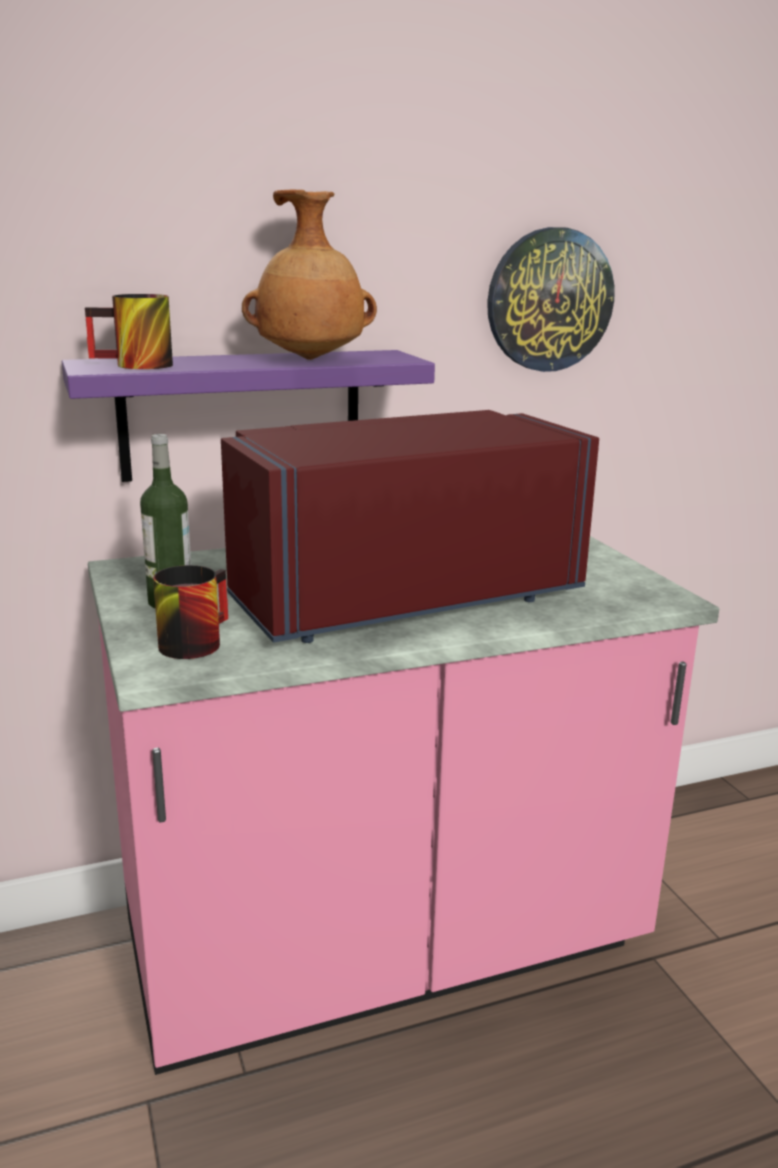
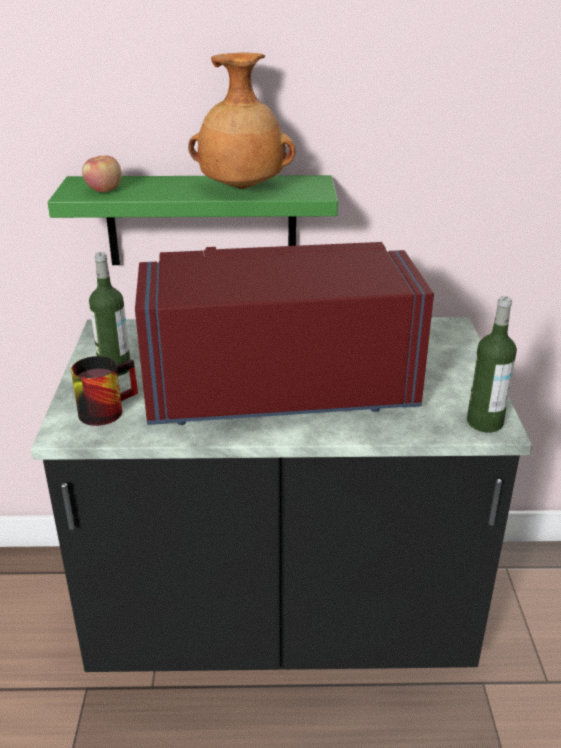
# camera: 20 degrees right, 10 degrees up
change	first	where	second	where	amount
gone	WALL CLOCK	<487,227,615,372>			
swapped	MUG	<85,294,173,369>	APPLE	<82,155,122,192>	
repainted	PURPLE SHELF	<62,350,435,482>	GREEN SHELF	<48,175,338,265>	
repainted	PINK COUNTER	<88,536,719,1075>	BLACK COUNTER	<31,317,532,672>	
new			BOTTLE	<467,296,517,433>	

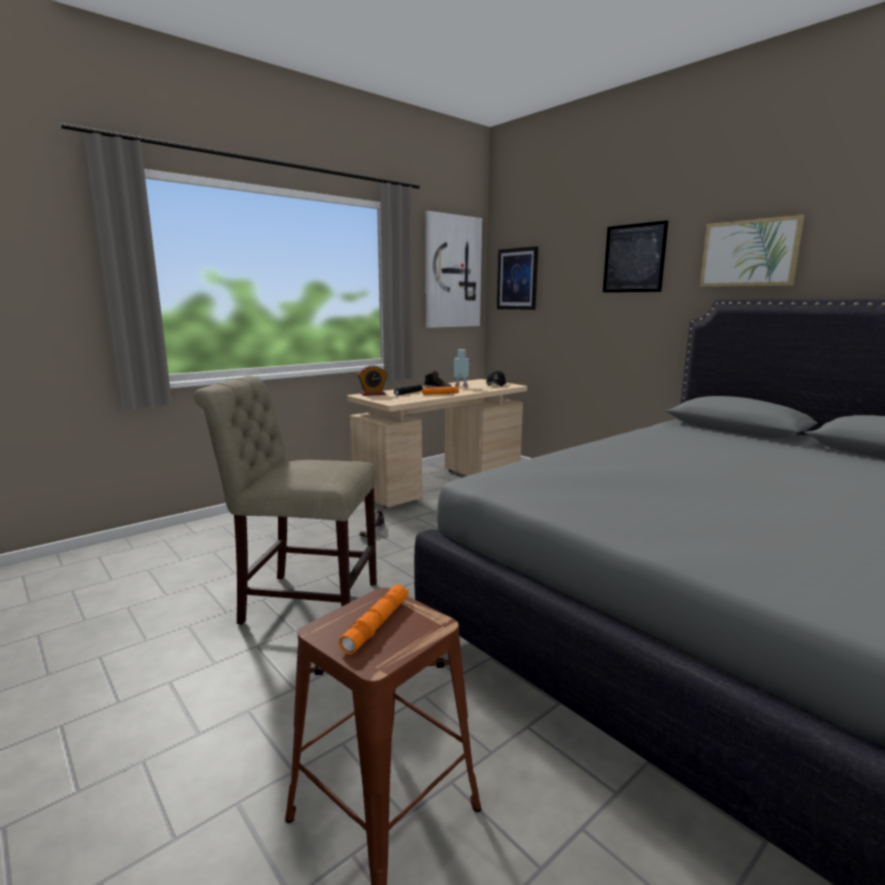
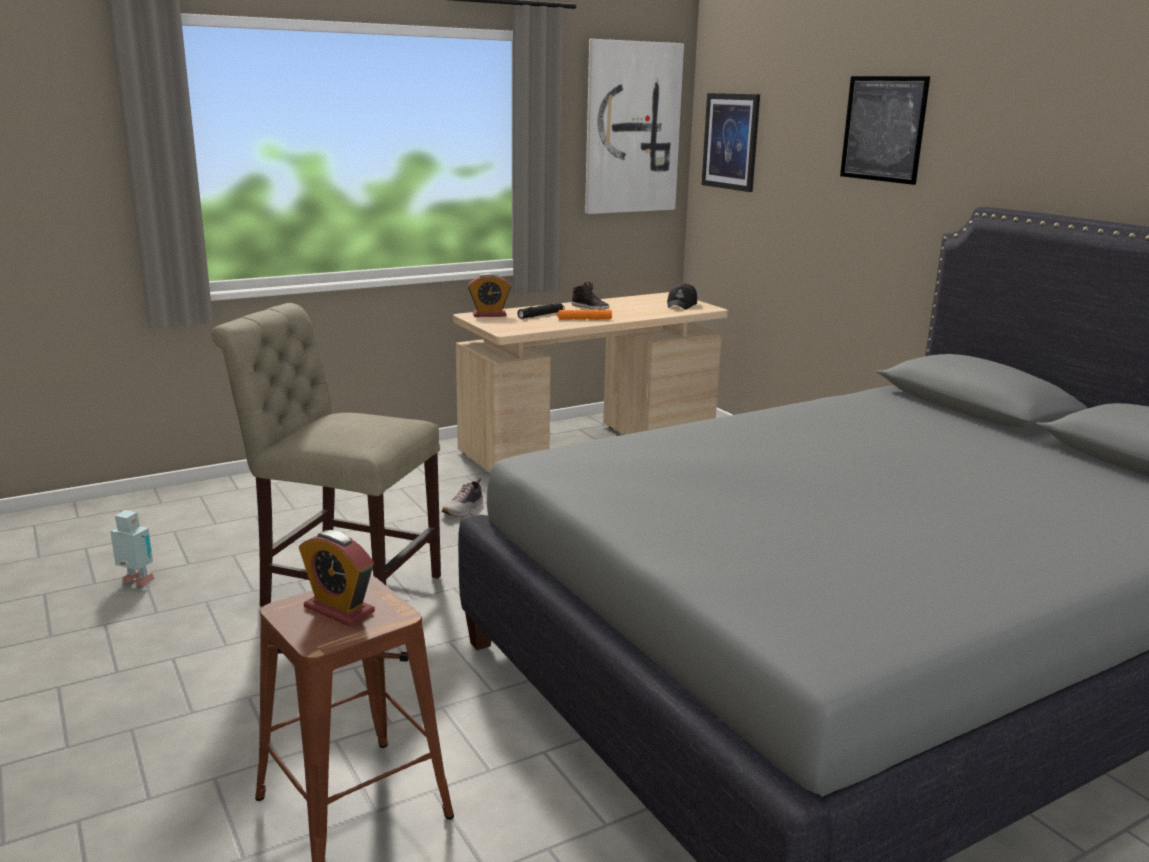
# camera: 10 degrees right, 5 degrees up
change	first	where	second	where	amount
gone	PICTURE	<700,215,805,287>			
shifted	TOY ROBOT	<451,349,473,387>		<110,510,155,586>	
swapped	ORANGE FLASHLIGHT	<339,585,409,655>	ALARM CLOCK	<299,530,375,626>	

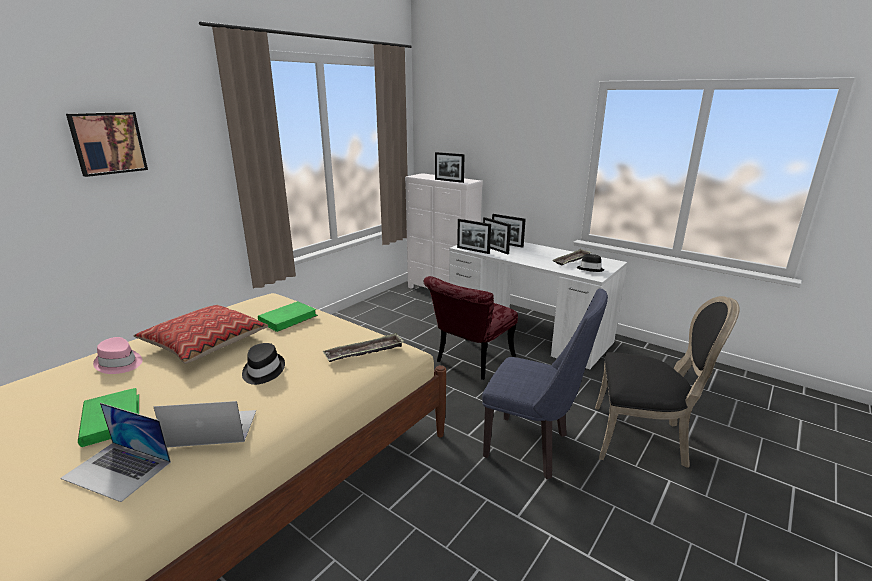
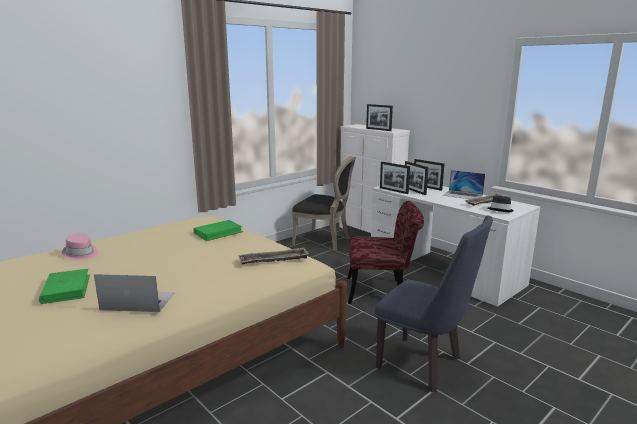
# camera: 10 degrees right, 5 degrees down
change	first	where	second	where	amount
gone	PICTURE	<66,112,148,177>			
rotated	RED CHAIR	<424,276,518,380>		<347,201,424,304>	135 degrees counterclockwise
shifted	BLACK CHAIR	<595,296,740,468>		<292,156,356,251>	
gone	PILLOW	<134,305,268,364>			
gone	BLACK HAT	<242,343,285,385>			
shifted	LAPTOP	<60,403,171,502>		<443,170,485,199>	

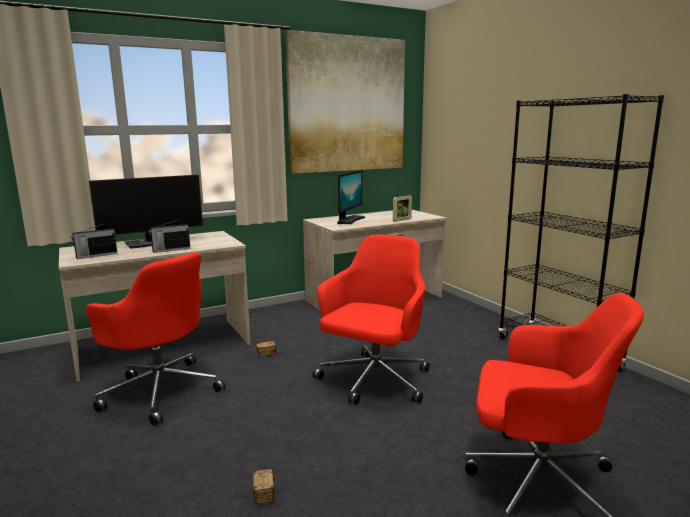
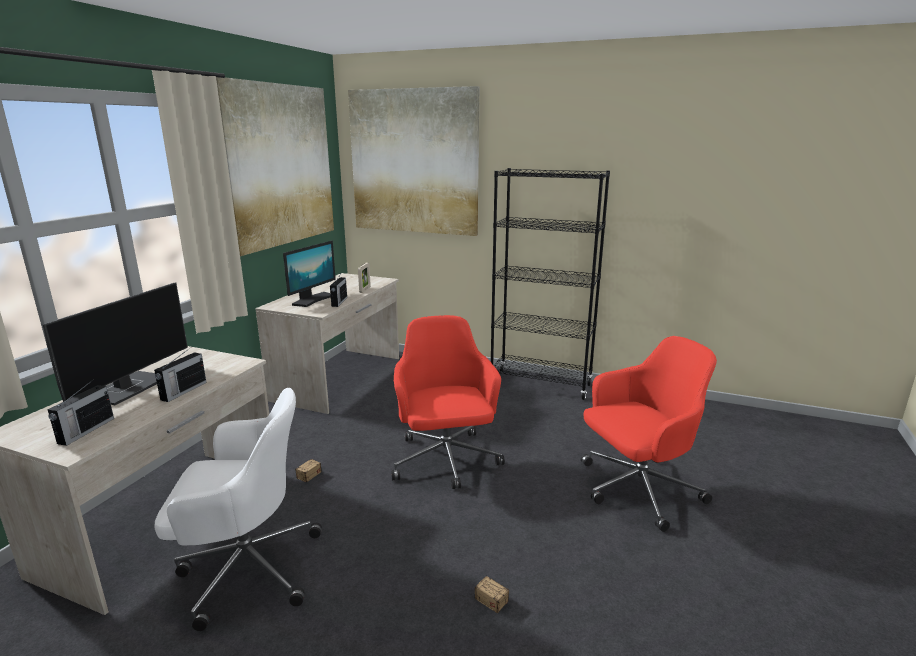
# camera: 40 degrees left, 5 degrees up
change	first	where	second	where	amount
rotated	MONITOR	<337,170,365,224>		<283,241,336,307>	45 degrees clockwise
repainted	RED OFFICE CHAIR	<85,252,225,425>	WHITE OFFICE CHAIR	<154,388,322,631>	
new			PICTURE	<348,86,479,236>	
new			RADIO	<330,274,347,307>	

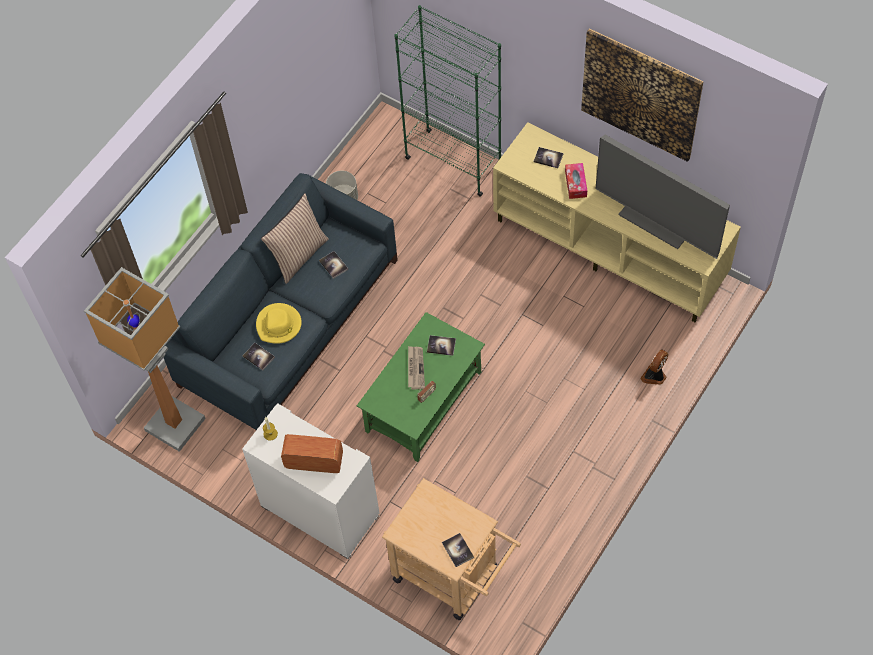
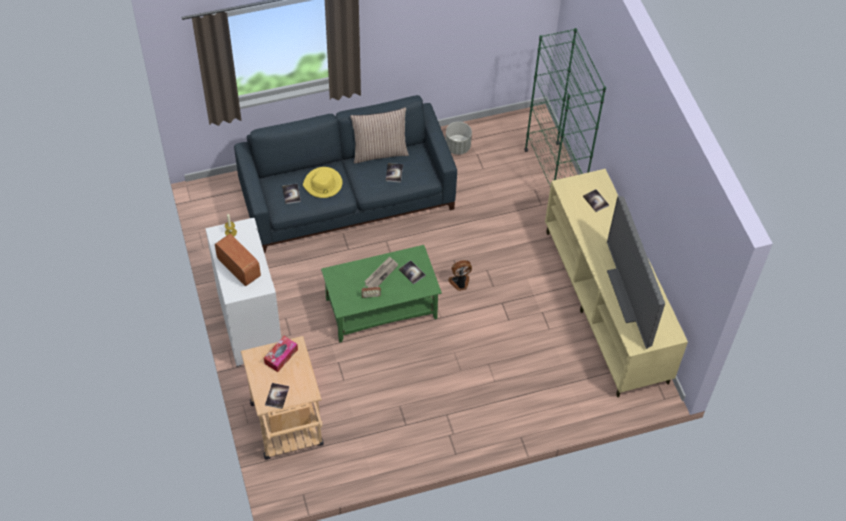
# camera: 35 degrees right, 5 degrees down
change	first	where	second	where	amount
gone	PICTURE	<581,28,704,162>			
shifted	TISSUE BOX	<565,163,587,199>		<264,336,298,372>	
gone	FLOOR LAMP	<84,267,206,452>			
shifted	FAN	<640,349,668,385>		<448,260,472,291>	

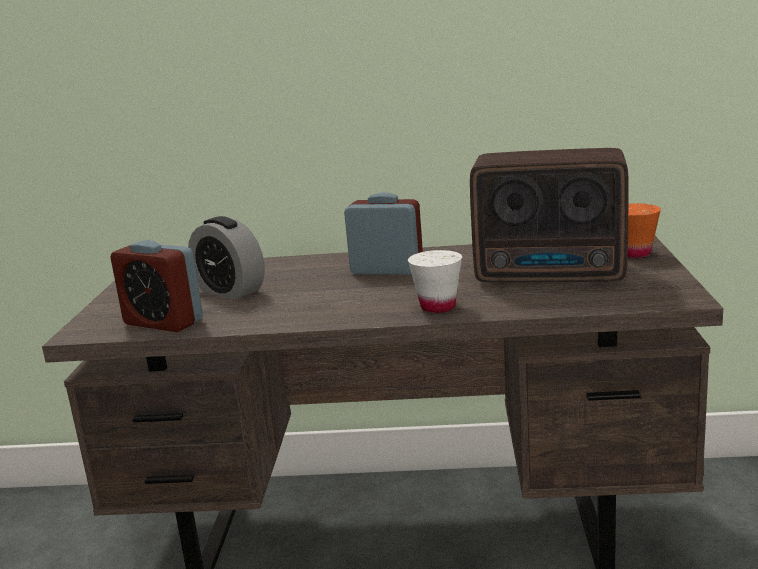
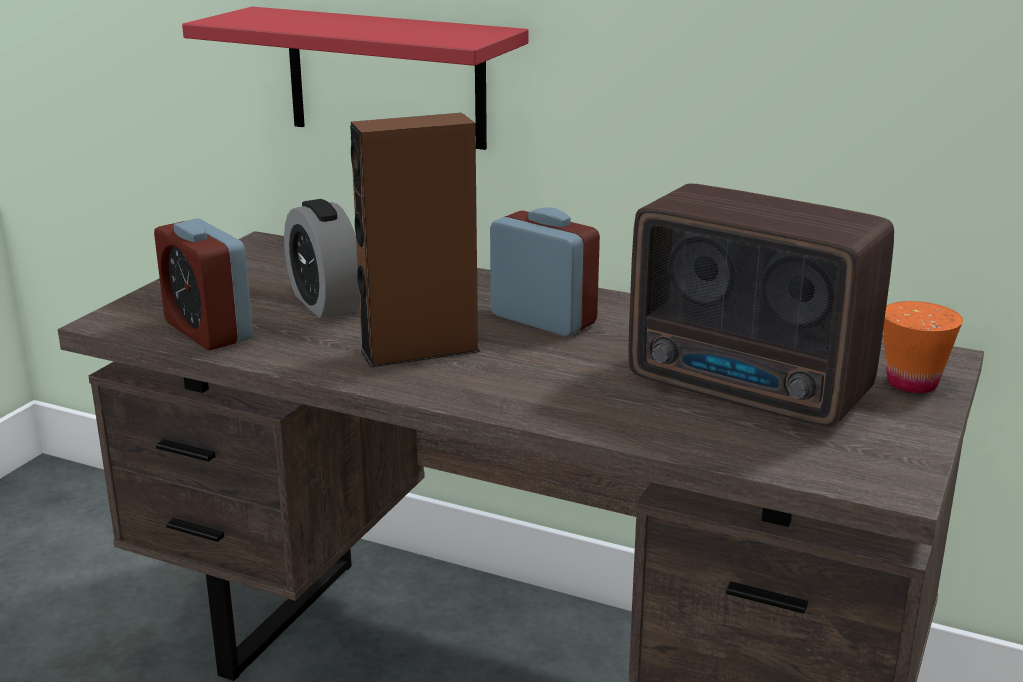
# camera: 20 degrees right, 5 degrees up
change	first	where	second	where	amount
gone	WHITE CUP	<408,250,462,313>			
new			RED SHELF	<182,7,528,150>	
new			BROWN SPEAKER	<350,113,481,368>	

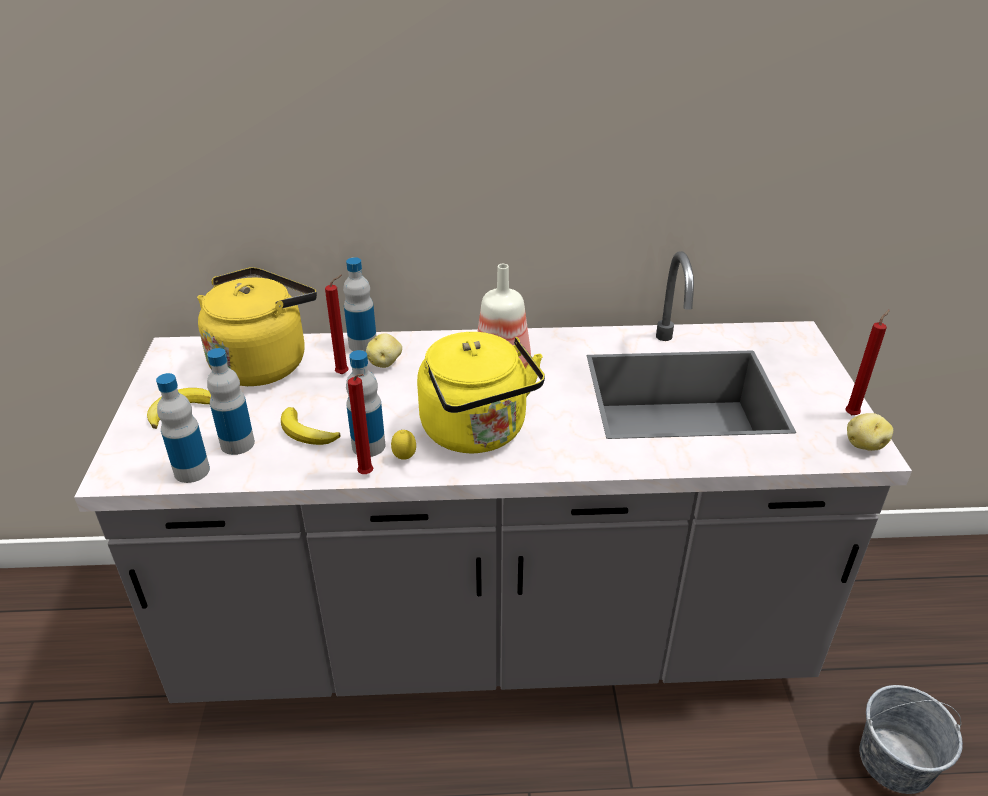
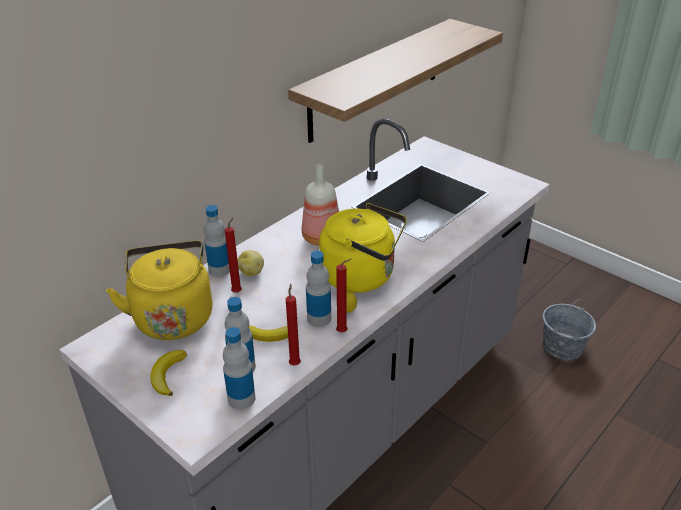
# camera: 45 degrees left, 0 degrees up
change	first	where	second	where	amount
shifted	RED CANDLE	<845,310,890,416>		<286,284,301,365>	
gone	POTATO	<847,413,893,451>			
new			SHELF	<288,19,503,143>	

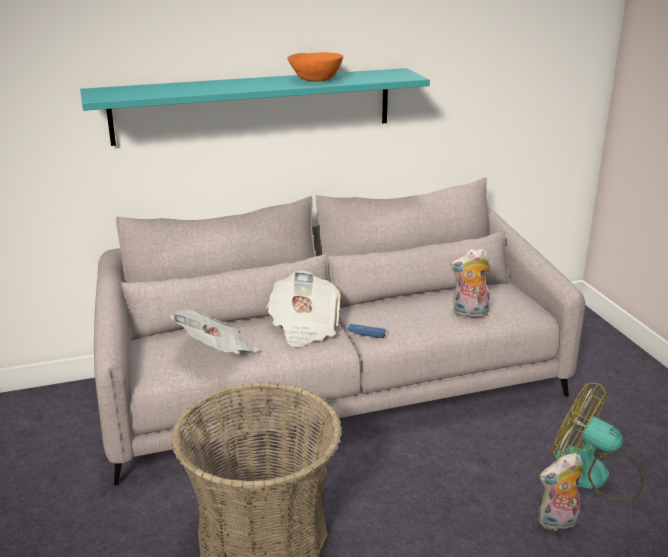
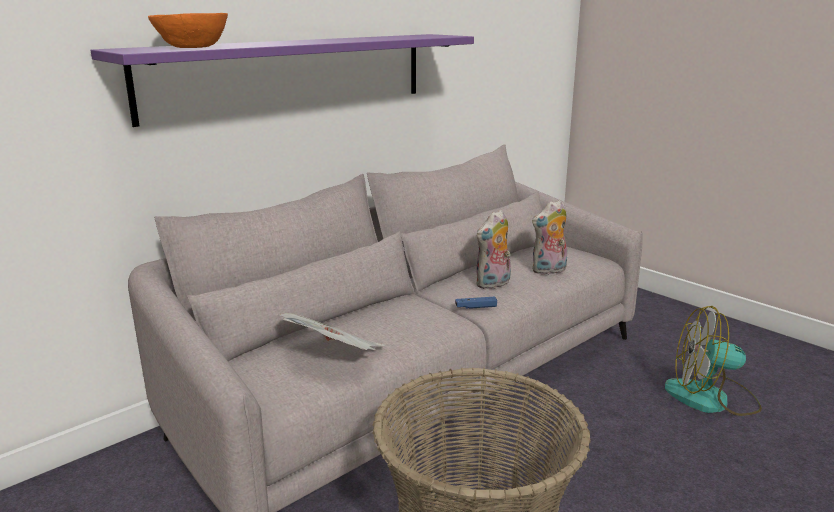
# camera: 25 degrees left, 5 degrees down
change	first	where	second	where	amount
shifted	ORANGE BOWL	<288,52,343,82>		<148,13,228,48>	
repainted	TURQUOISE SHELF	<80,68,430,146>	PURPLE SHELF	<90,34,474,127>	
gone	NEWSPAPER	<267,271,341,347>			
shifted	PLUSH TOY	<538,453,583,531>		<476,209,511,289>	

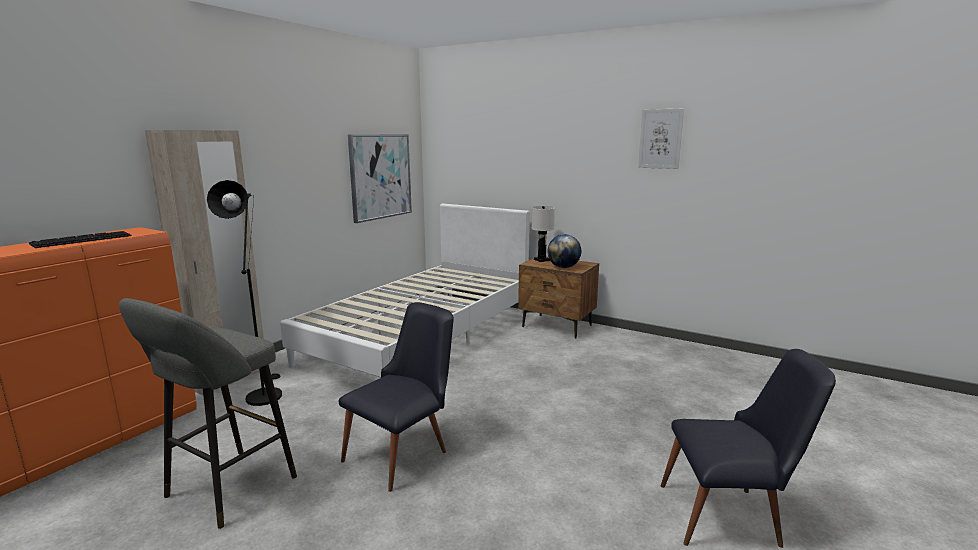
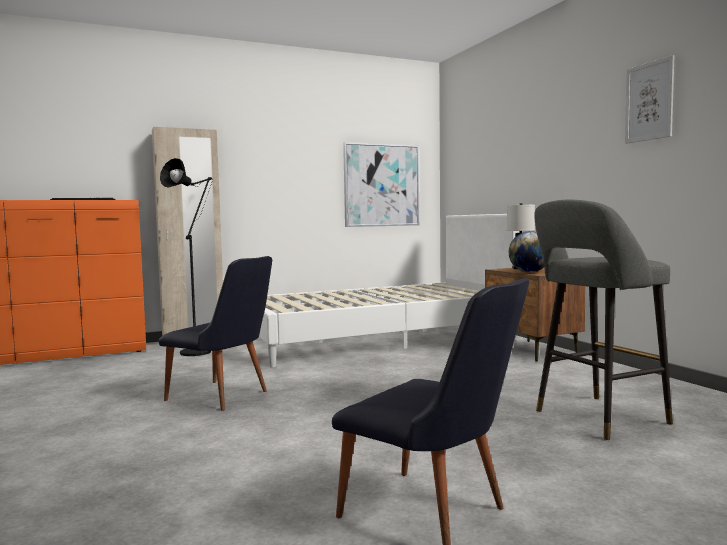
# camera: 35 degrees right, 10 degrees down
change	first	where	second	where	amount
shifted	GREY STOOL	<119,298,297,529>		<534,199,673,440>	
rotated	BLACK CHAIR	<338,302,454,492>		<159,256,272,411>	45 degrees clockwise

